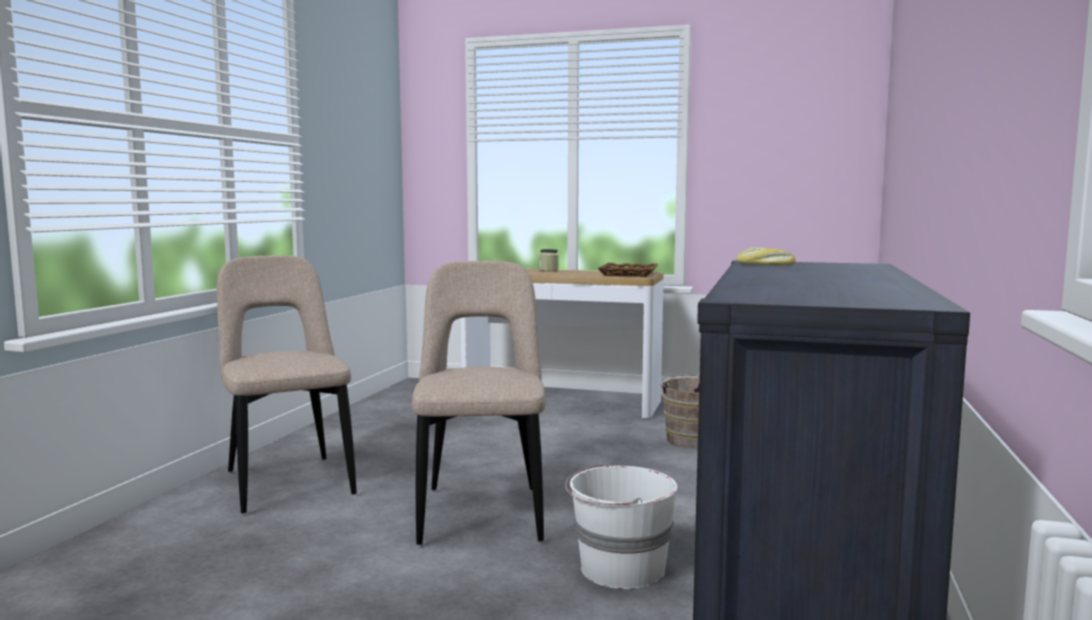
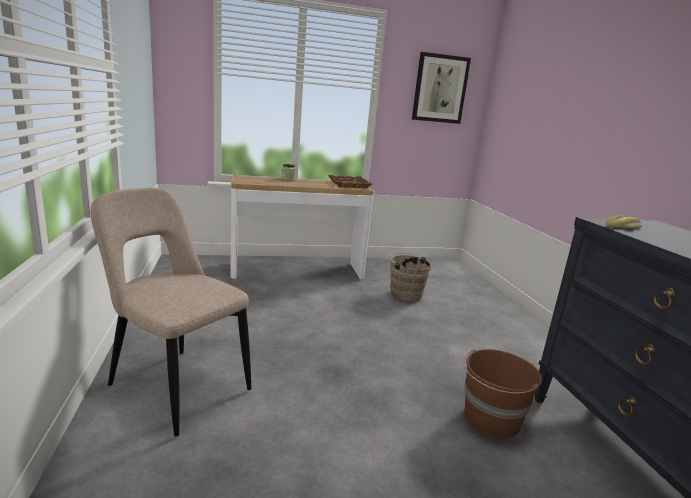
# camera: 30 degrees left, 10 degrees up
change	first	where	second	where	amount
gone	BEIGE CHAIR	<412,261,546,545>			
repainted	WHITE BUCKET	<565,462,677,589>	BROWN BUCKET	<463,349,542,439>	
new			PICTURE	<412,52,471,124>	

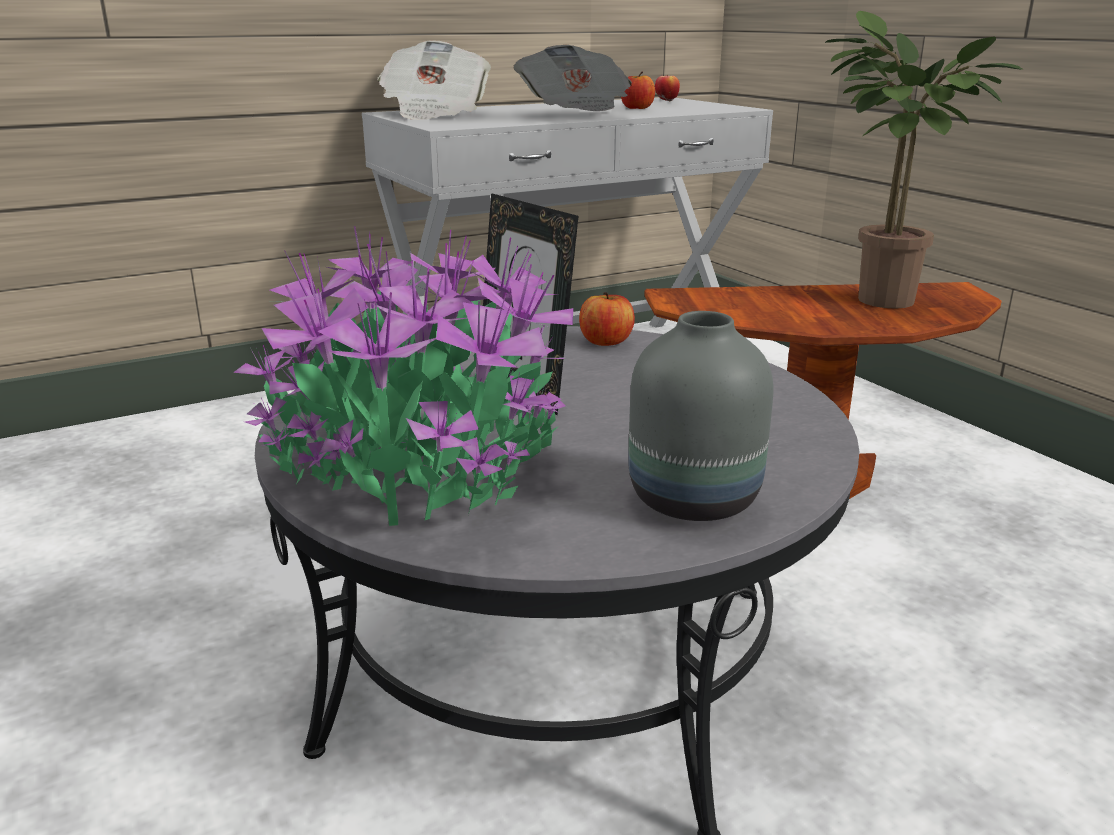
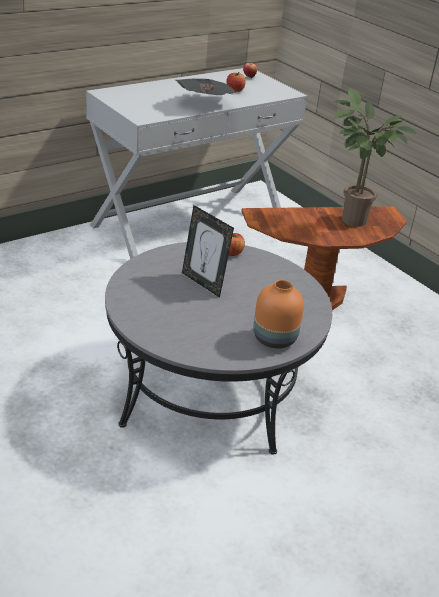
# camera: 10 degrees left, 10 degrees up
change	first	where	second	where	amount
gone	NEWSPAPER	<378,40,491,120>			
gone	POTTED PLANT	<233,225,573,526>			
repainted	GREY VASE	<628,311,773,521>	ORANGE VASE	<253,280,304,349>	

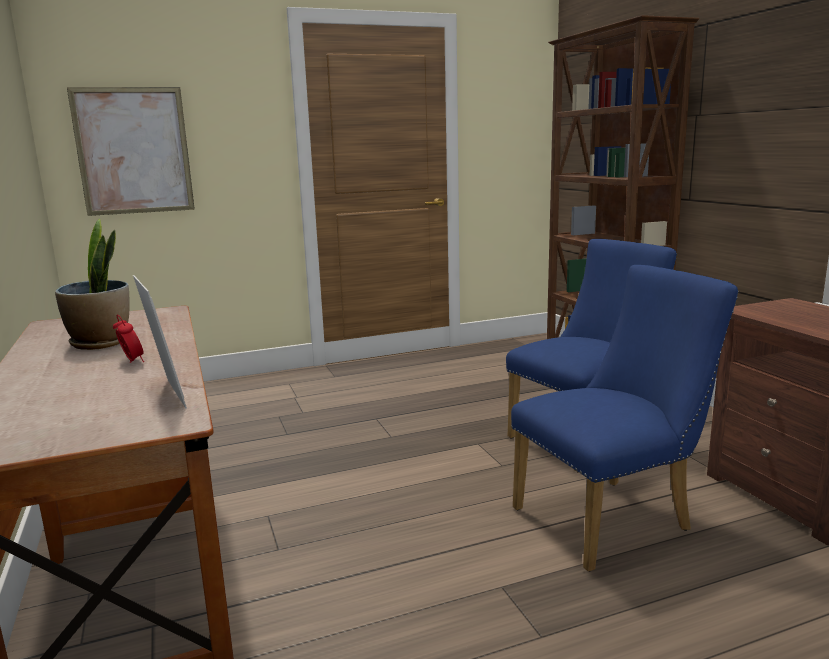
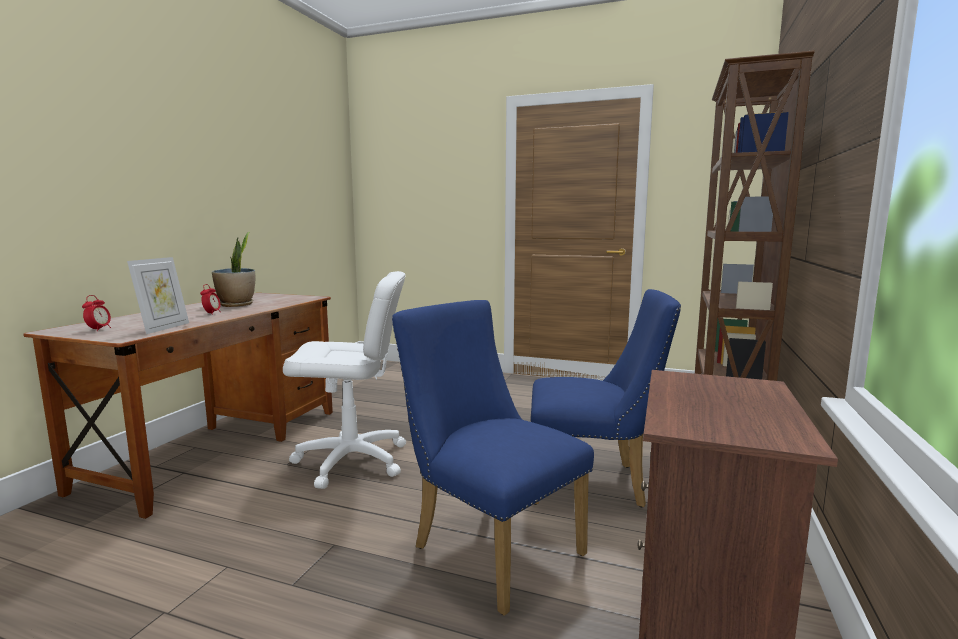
# camera: 40 degrees right, 5 degrees down
change	first	where	second	where	amount
gone	PICTURE	<67,87,195,216>			
rotated	BLUE CHAIR	<511,265,739,572>		<392,300,594,616>	150 degrees counterclockwise
new			WHITE OFFICE CHAIR	<283,271,406,489>	
new			ALARM CLOCK	<82,295,111,331>	

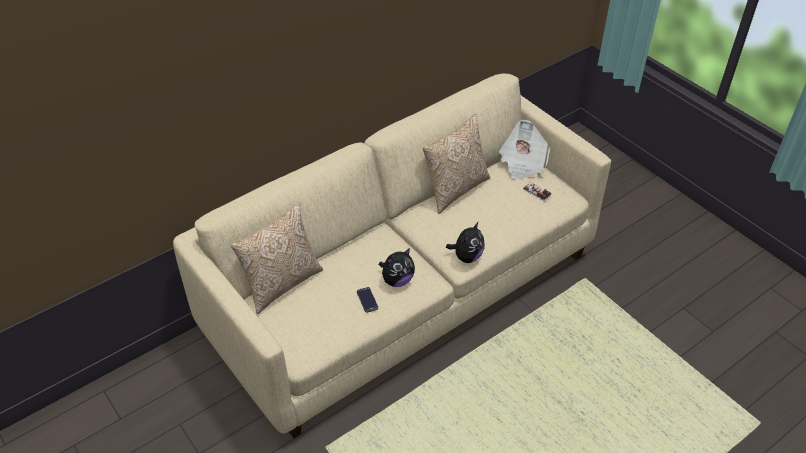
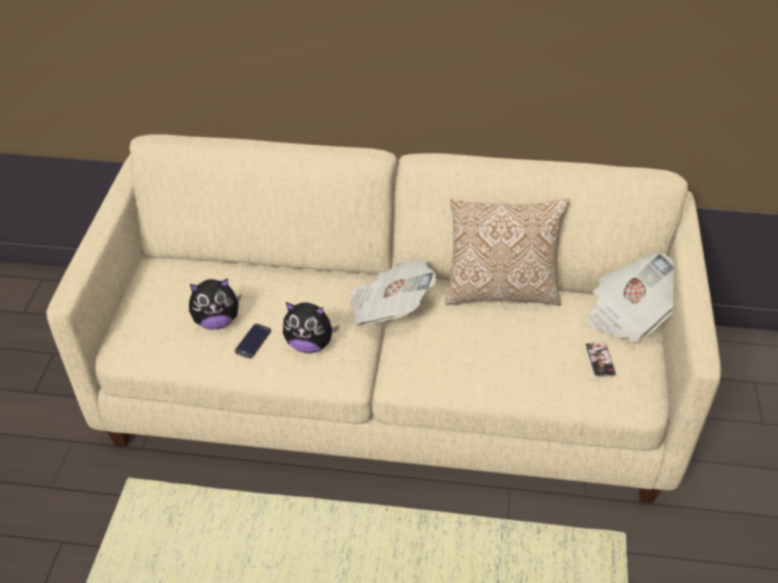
# camera: 45 degrees right, 0 degrees up
change	first	where	second	where	amount
gone	PILLOW	<230,203,323,314>			
shifted	PLUSH TOY	<446,221,484,263>		<189,278,241,330>	
new			NEWSPAPER	<349,260,436,325>	

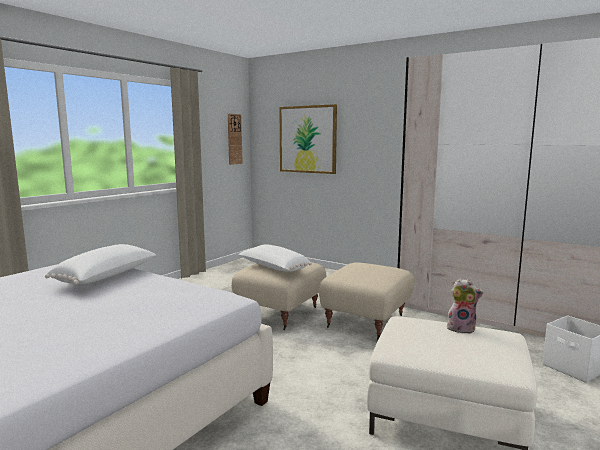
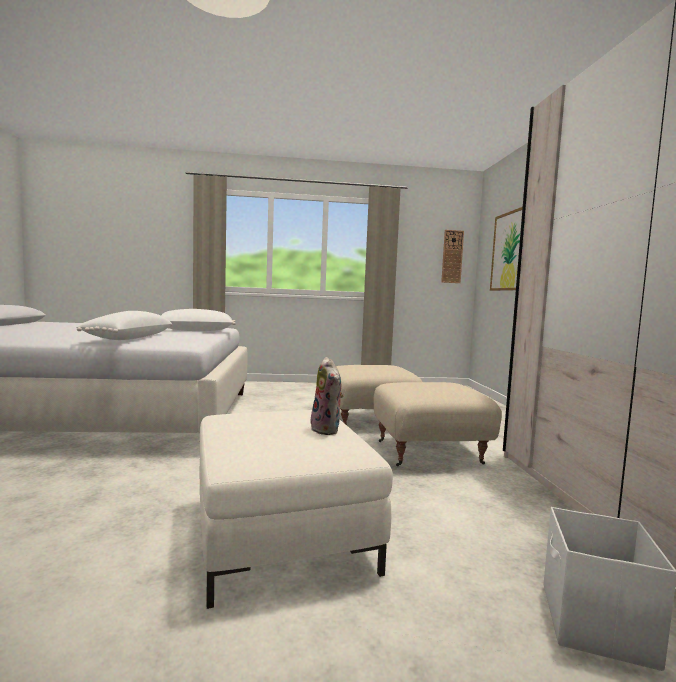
# camera: 50 degrees right, 5 degrees down
change	first	where	second	where	amount
shifted	WHITE PILLOW	<238,245,312,272>		<77,311,172,340>	

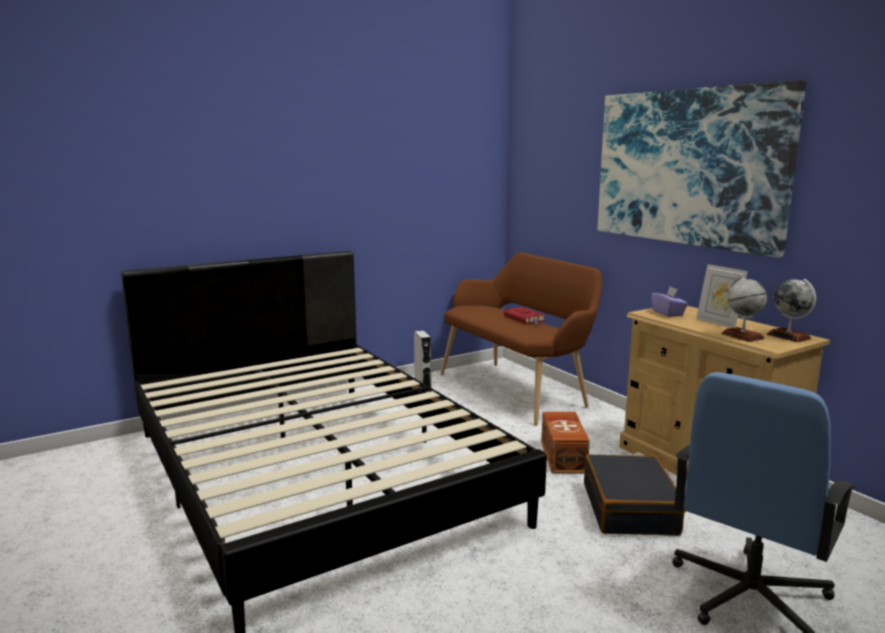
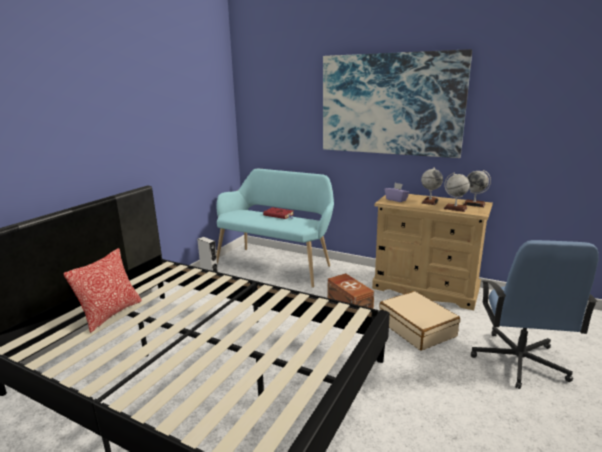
# camera: 30 degrees left, 5 degrees up
change	first	where	second	where	amount
repainted	BROWN BENCH	<440,253,602,426>	TURQUOISE BENCH	<217,169,334,288>	
swapped	PICTURE FRAME	<696,264,748,328>	GLOBE	<421,167,443,205>	
repainted	BLACK SUITCASE	<584,455,686,536>	BEIGE SUITCASE	<379,291,460,351>	
new			PILLOW	<63,248,142,333>	

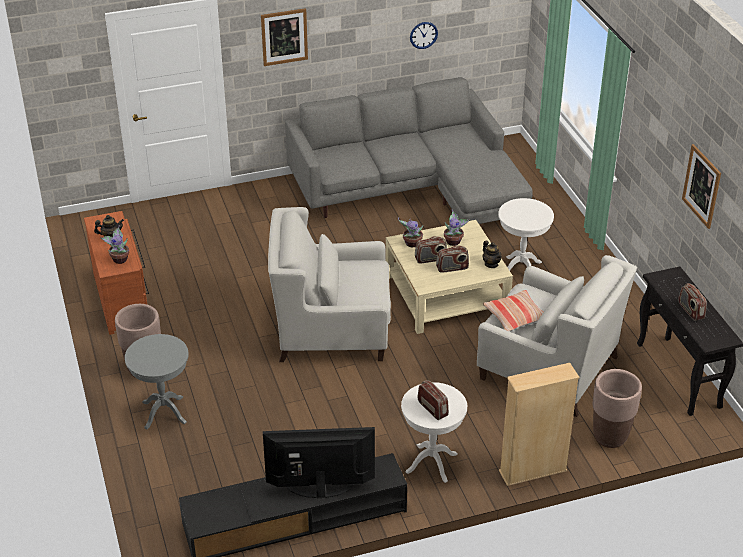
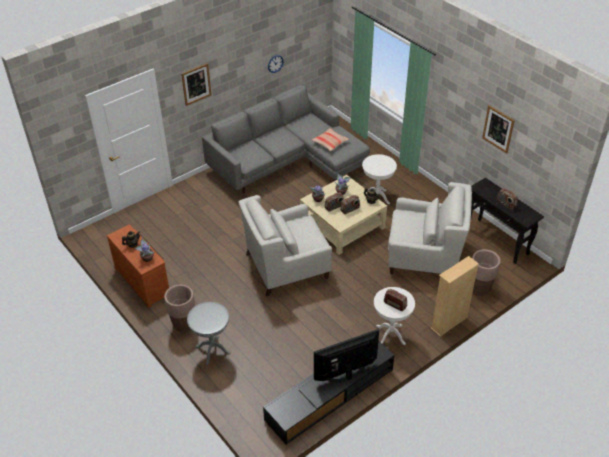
# camera: 20 degrees left, 5 degrees up
change	first	where	second	where	amount
shifted	PILLOW	<483,290,543,331>		<312,128,349,152>	

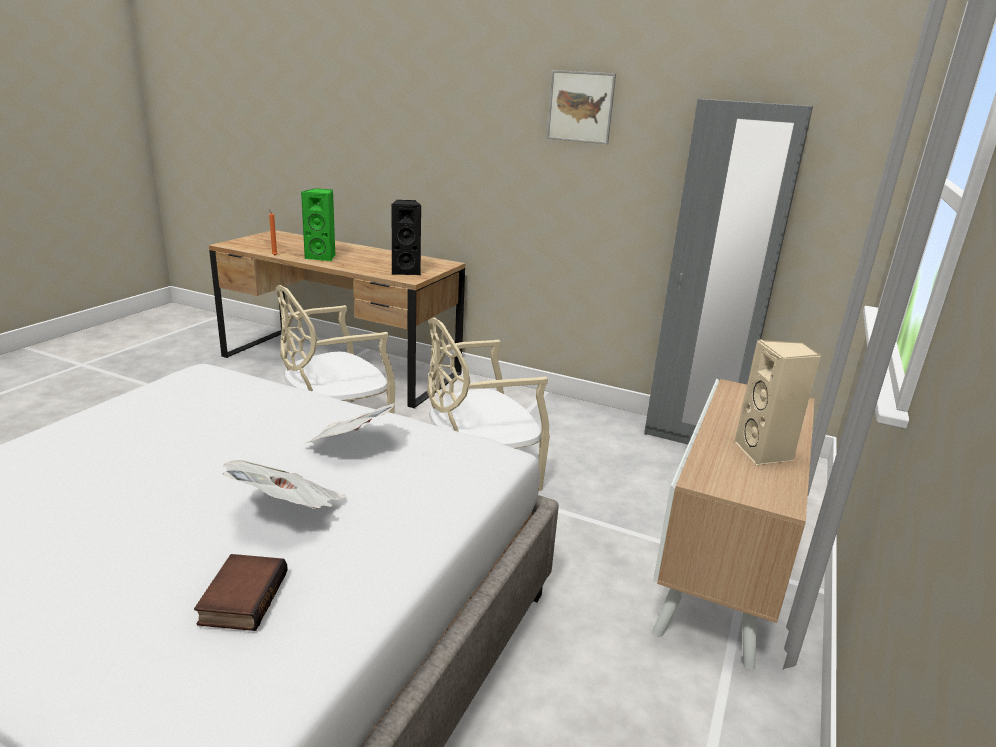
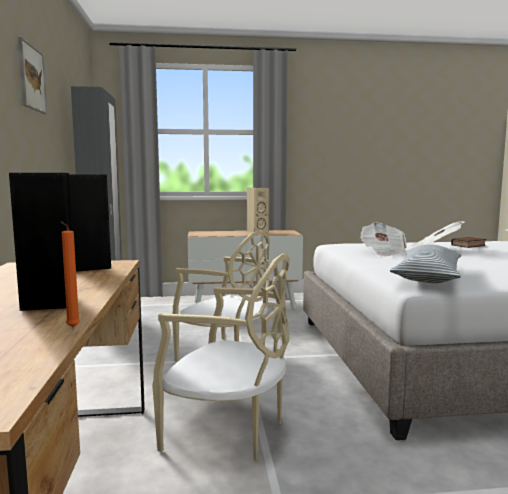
# camera: 120 degrees left, 15 degrees down
change	first	where	second	where	amount
repainted	GREEN SPEAKER	<301,188,335,261>	BLACK SPEAKER	<9,173,72,311>	
new			PILLOW	<390,244,462,283>	

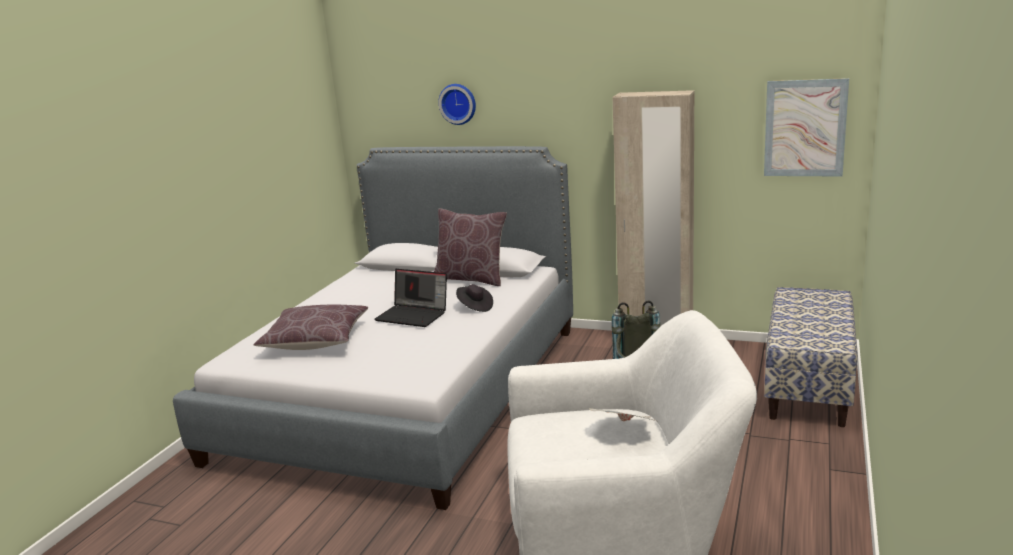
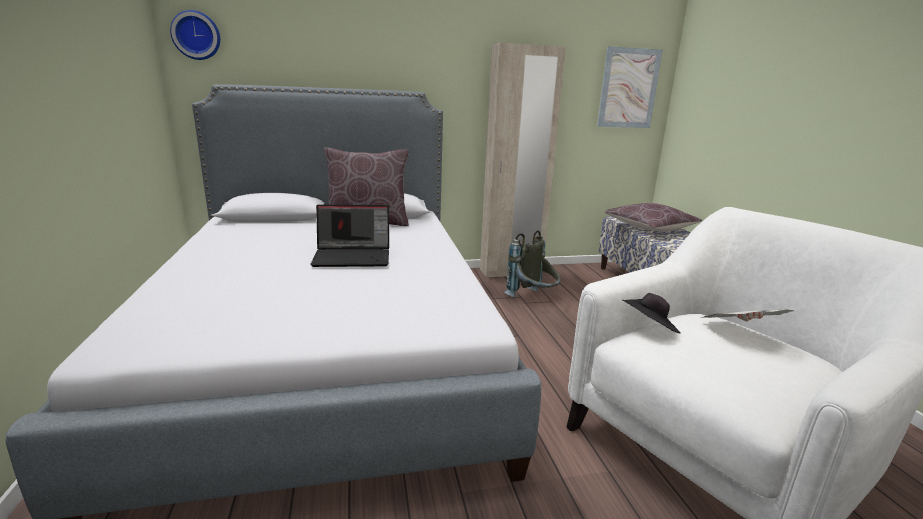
# camera: 35 degrees left, 0 degrees up
change	first	where	second	where	amount
shifted	WALL CLOCK	<438,84,476,125>		<170,10,220,60>	
shifted	BLACK HAT	<456,284,493,312>		<623,293,681,333>	
shifted	BROWN PILLOW	<254,304,368,350>		<605,203,703,232>	

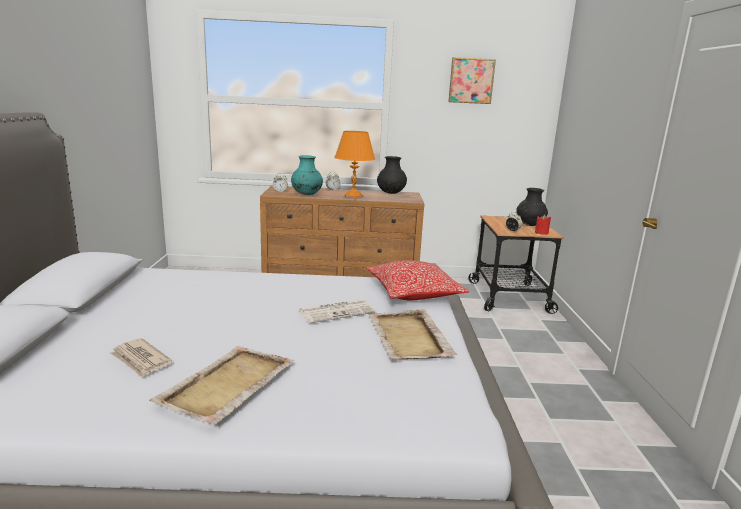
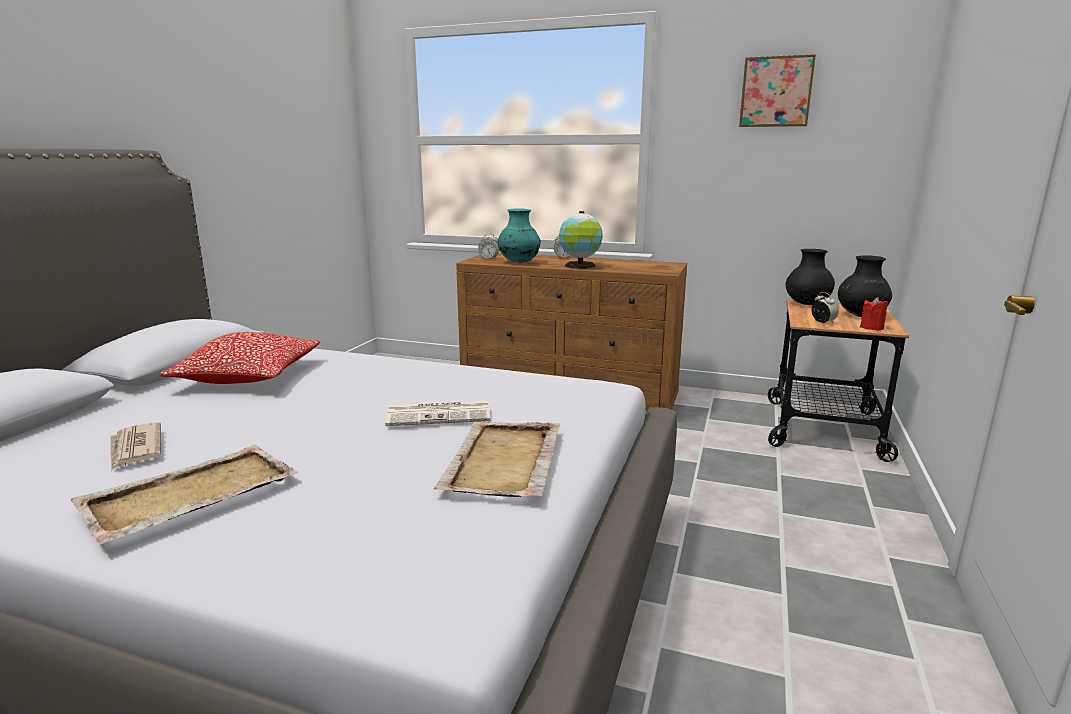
# camera: 20 degrees right, 0 degrees up
change	first	where	second	where	amount
swapped	ORANGE TABLE LAMP	<334,131,375,199>	GLOBE	<559,211,603,269>	
shifted	BLACK VASE	<377,156,407,194>		<786,249,835,305>	
shifted	PILLOW	<366,260,469,300>		<160,332,320,384>	

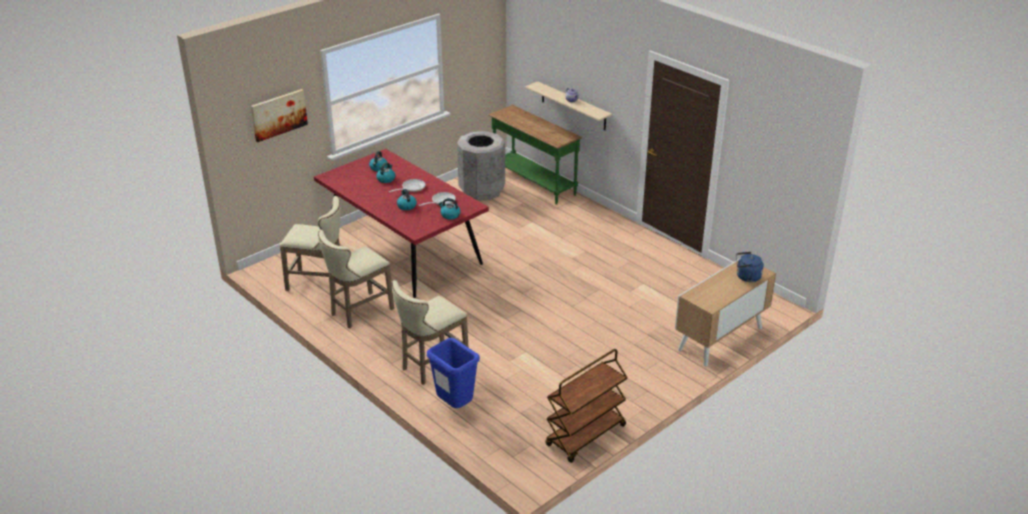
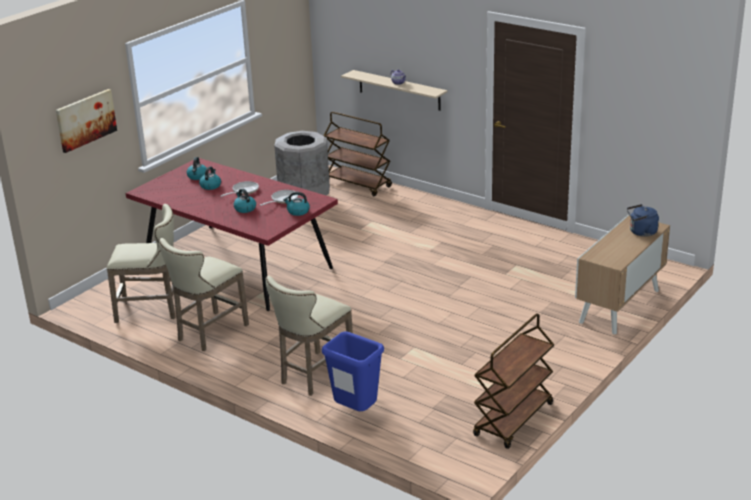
# camera: 10 degrees left, 5 degrees down
change	first	where	second	where	amount
swapped	GREEN CONSOLE TABLE	<488,105,582,205>	BROWN CART	<324,112,392,196>	

